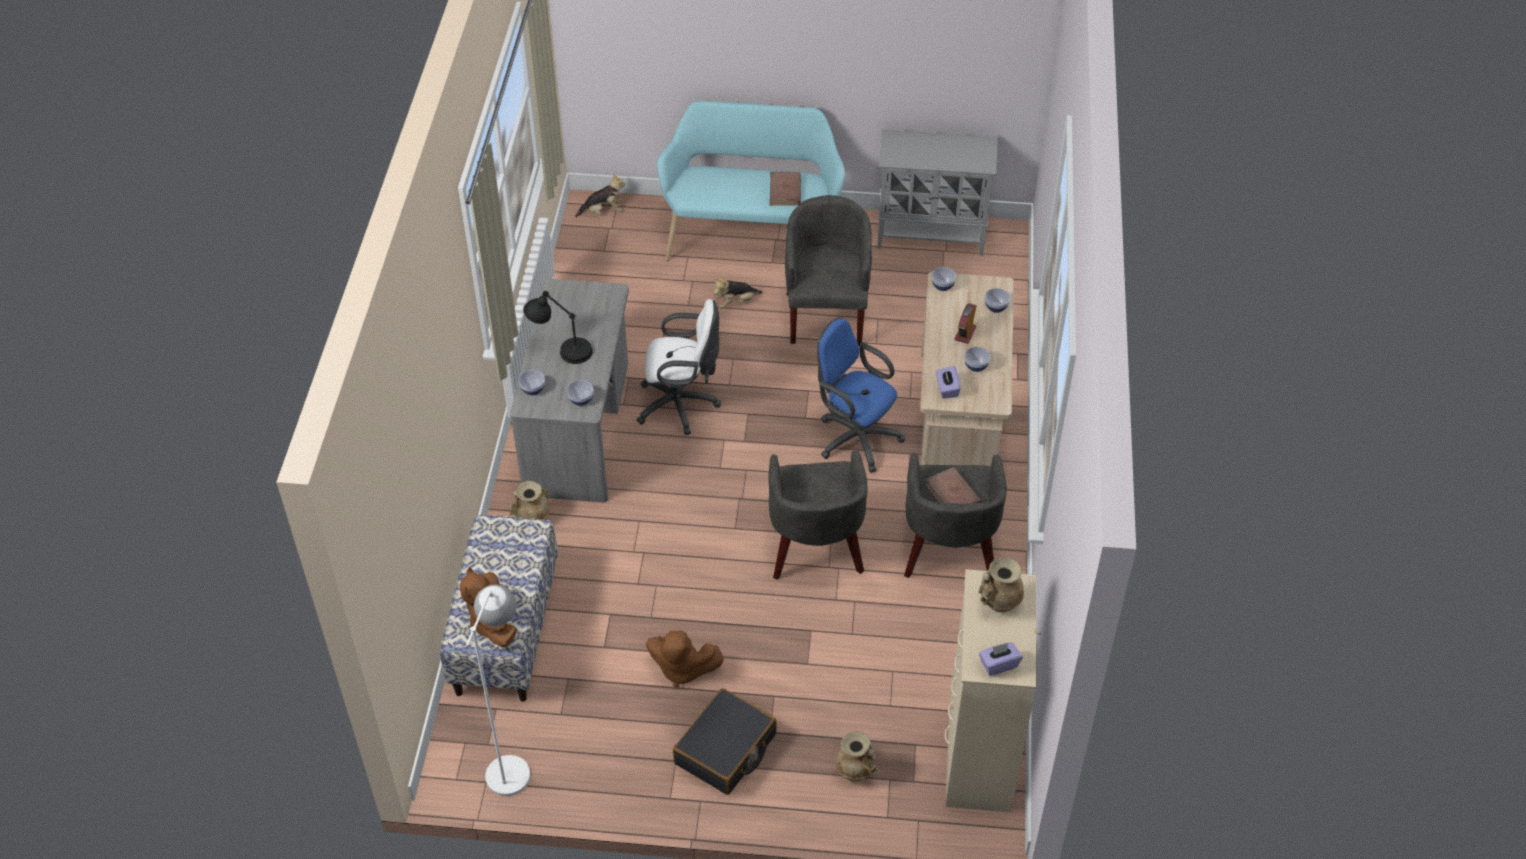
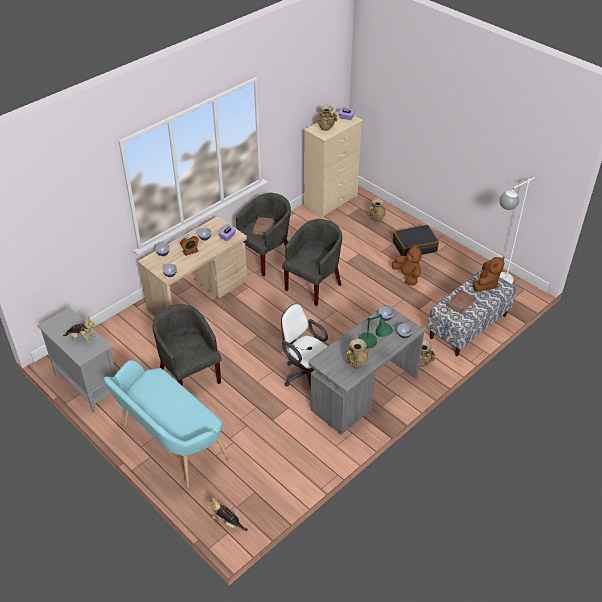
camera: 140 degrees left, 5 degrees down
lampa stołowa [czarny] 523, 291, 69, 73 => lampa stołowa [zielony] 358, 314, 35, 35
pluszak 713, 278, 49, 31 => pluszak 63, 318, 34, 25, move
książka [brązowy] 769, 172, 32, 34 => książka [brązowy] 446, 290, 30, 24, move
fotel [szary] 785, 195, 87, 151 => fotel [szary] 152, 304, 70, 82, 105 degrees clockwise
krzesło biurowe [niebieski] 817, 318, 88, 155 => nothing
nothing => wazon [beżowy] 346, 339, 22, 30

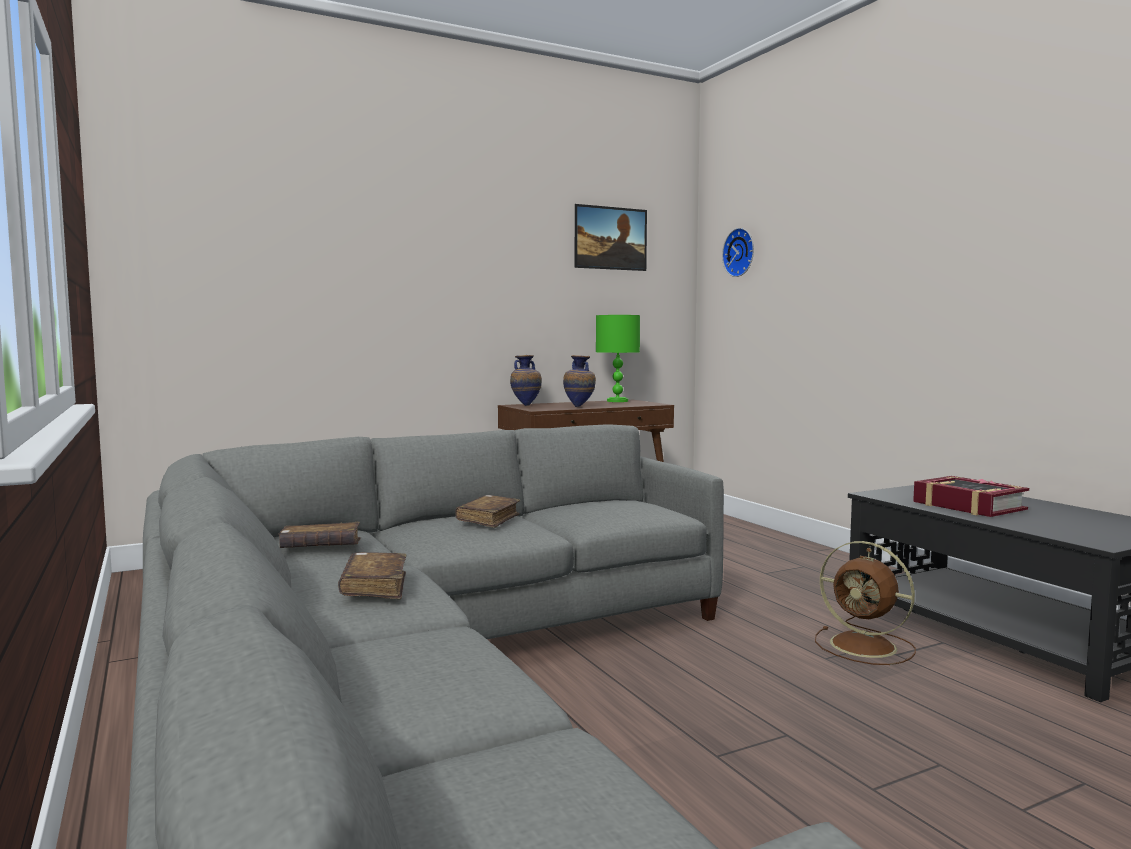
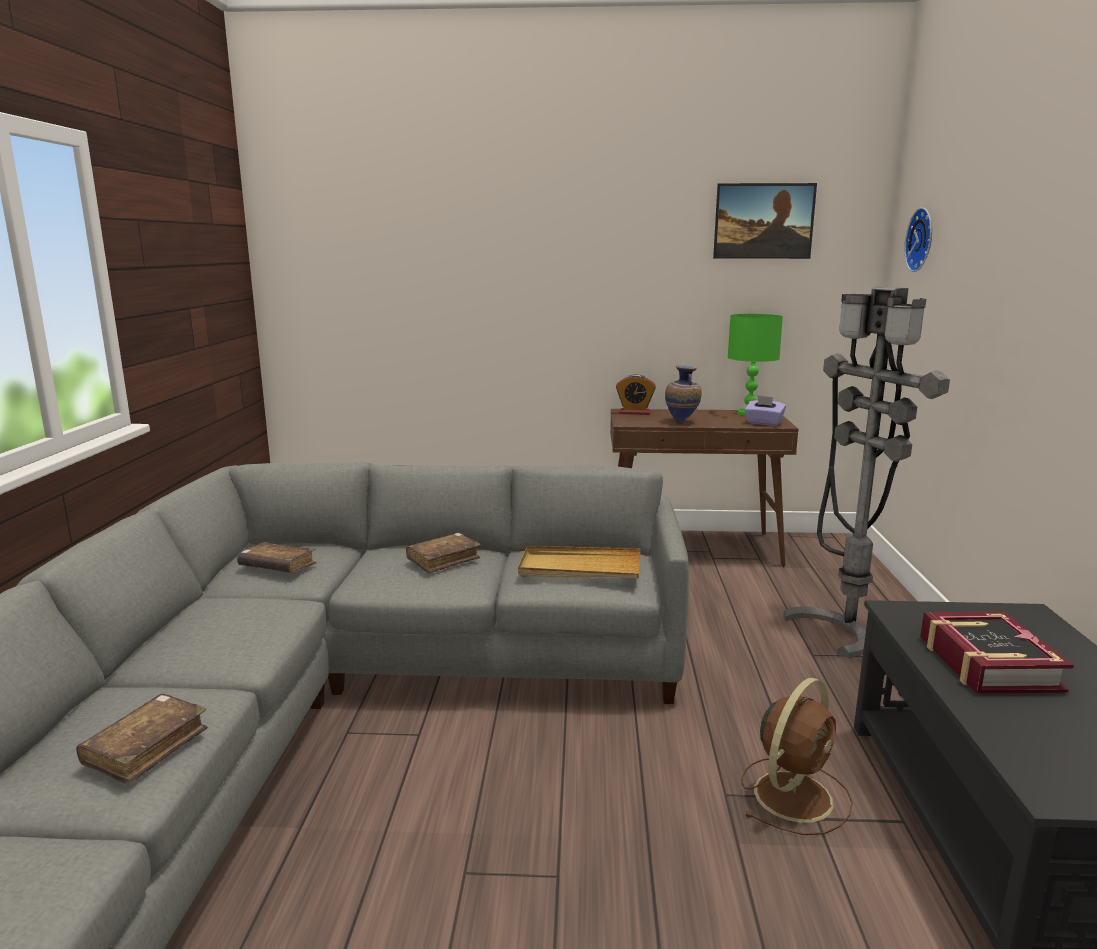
camera: 30 degrees right, 10 degrees up
książka [brązowy] 338, 552, 68, 47 => książka [brązowy] 76, 694, 132, 91, move
wazon 510, 355, 32, 51 => budzik 616, 374, 40, 41
wentylator [brązowy] 815, 541, 101, 124 => wentylator [brązowy] 741, 678, 112, 157, 120 degrees counterclockwise
nothing => taca [beżowy] 518, 546, 122, 32
nothing => pudełko chusteczek [fioletowy] 745, 395, 41, 31
nothing => lampa stojąca [szary] 783, 287, 167, 371

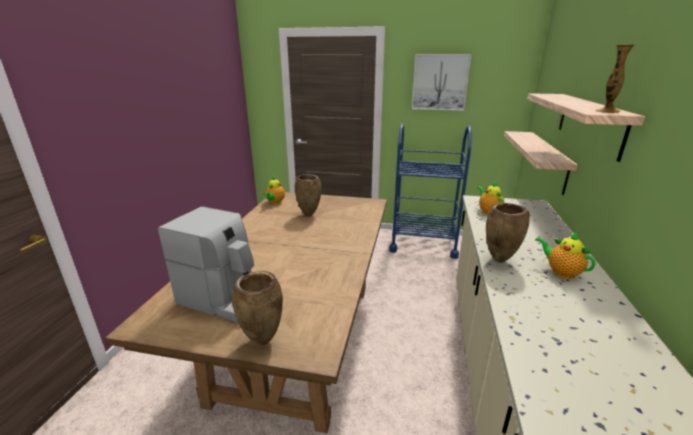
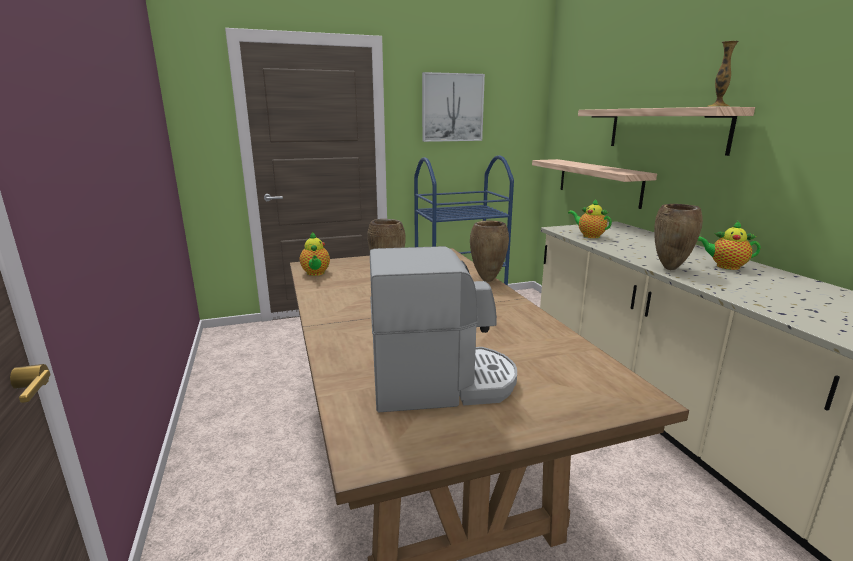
camera: 30 degrees left, 5 degrees down
wazon [brązowy] 232, 271, 51, 74 => wazon [brązowy] 470, 221, 39, 61, move

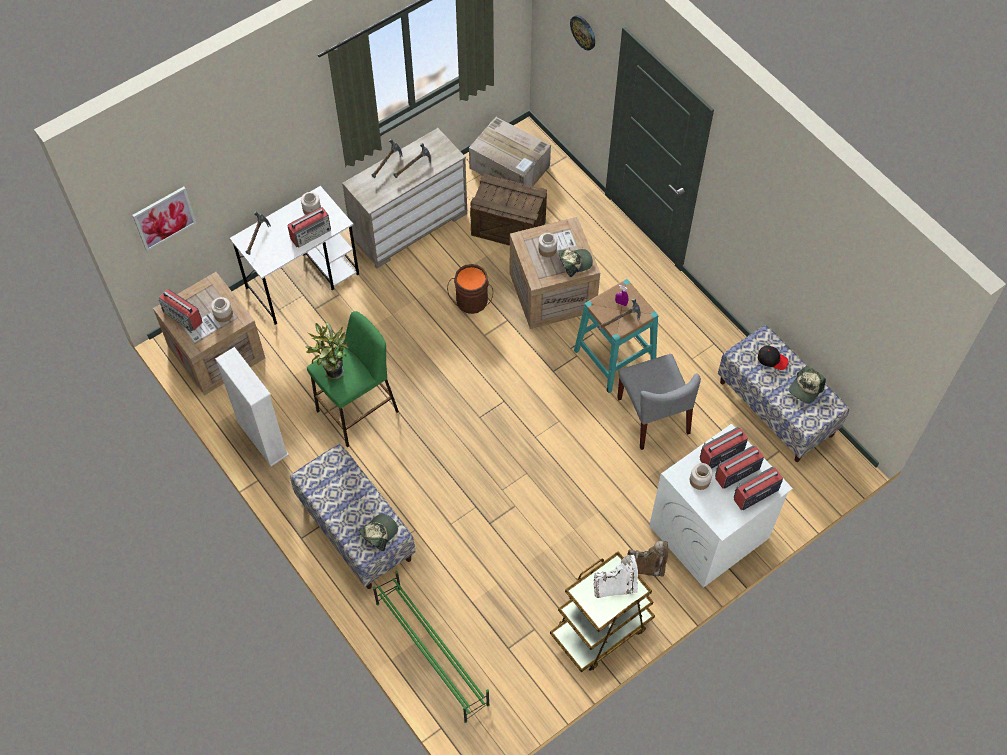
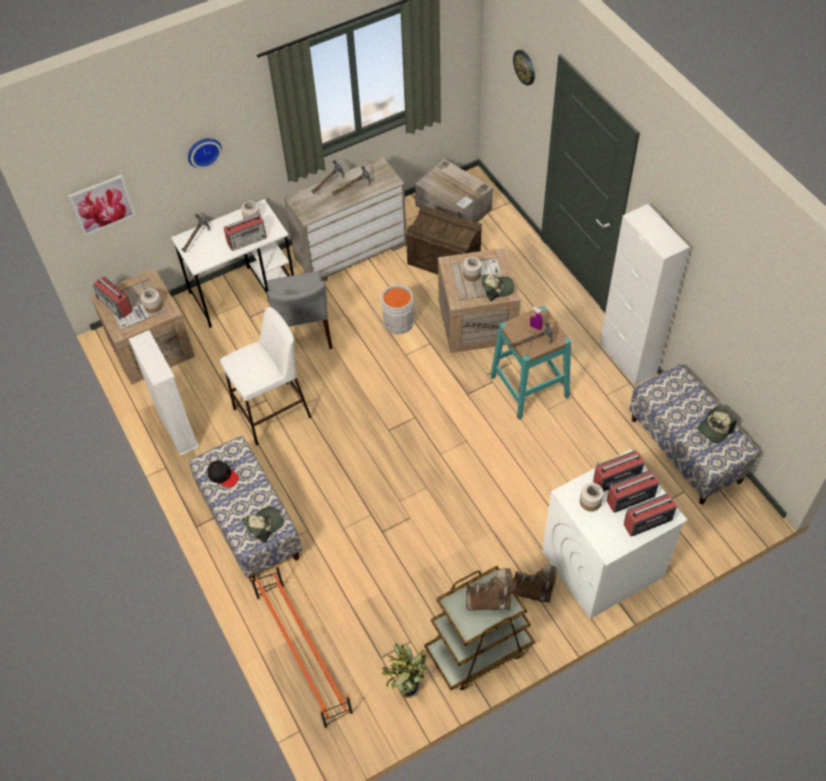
camera: 10 degrees right, 5 degrees down
roślina doniczkowa 305, 323, 44, 57 => roślina doniczkowa 381, 643, 46, 55, move
stołek [zielony] 307, 311, 92, 137 => stołek [biały] 220, 307, 92, 139
regał na buty [zielony] 373, 571, 117, 152 => regał na buty [pomarańczowy] 251, 565, 102, 163
wiadro [brązowy] 447, 264, 46, 50 => wiadro [szary] 374, 285, 44, 49
but z cholewką [biały] 594, 555, 44, 43 => but z cholewką [brązowy] 466, 568, 47, 43
krzesło [szary] 617, 354, 84, 96 => krzesło [szary] 267, 271, 66, 78, move
czapka z daszkiem [czarny] 758, 345, 31, 25 => czapka z daszkiem [czarny] 207, 461, 32, 27, move
nothing => zegar ścienny 188, 138, 34, 31
nothing => szafka [biały] 600, 204, 90, 182

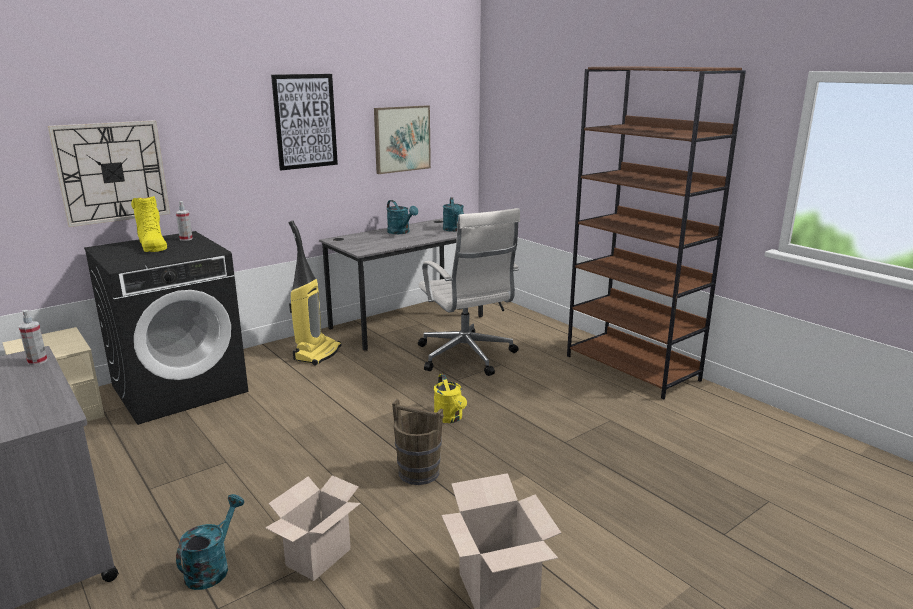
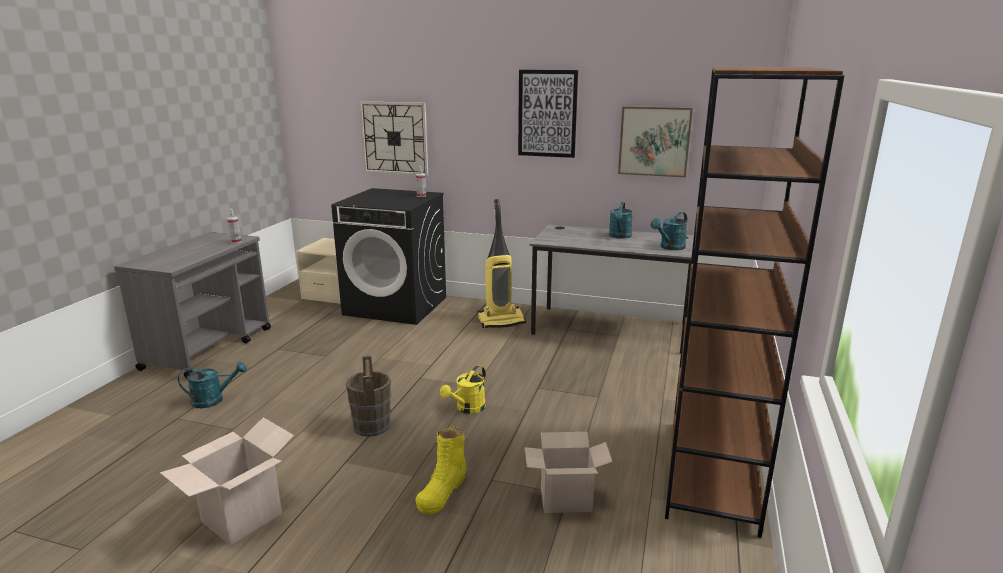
camera: 55 degrees right, 0 degrees up
but z cholewką [żółty] 131, 196, 36, 56 => but z cholewką [żółty] 415, 426, 52, 88, move
karton 265, 475, 96, 106 => karton 525, 432, 87, 81, move
krzesło biurowe [biały] 418, 208, 102, 168 => nothing

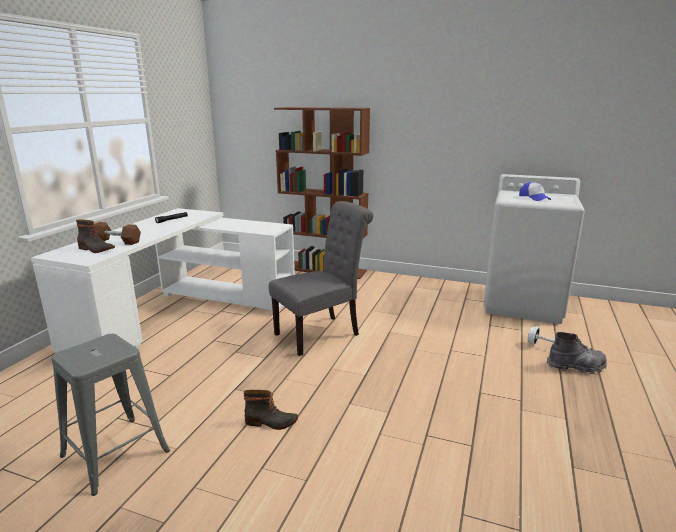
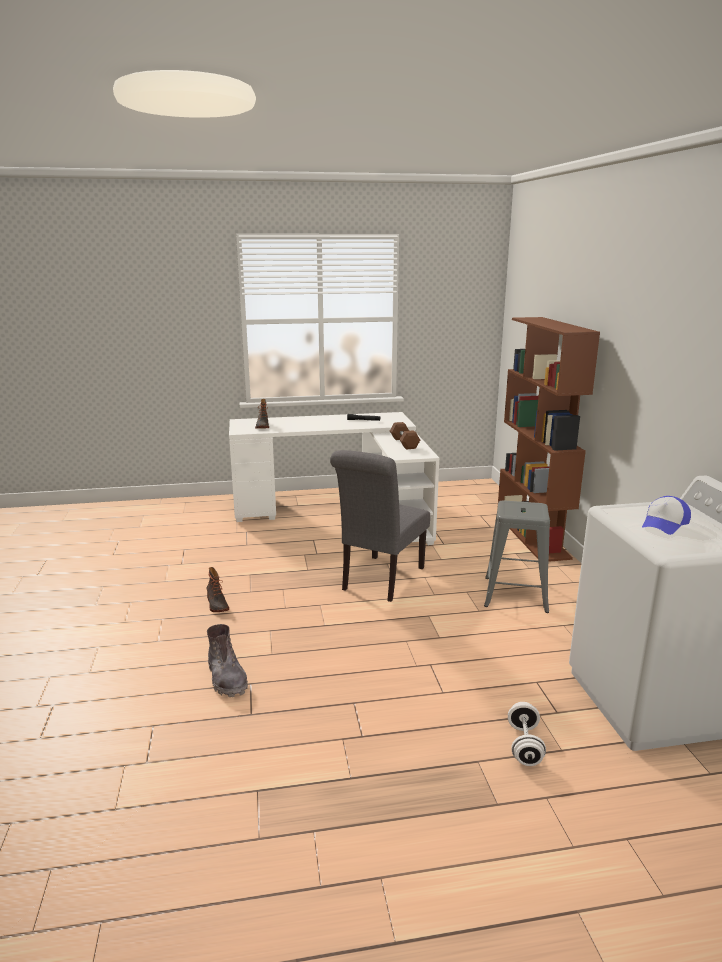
camera: 60 degrees right, 0 degrees up
stołek [szary] 51, 334, 119, 162 => stołek [szary] 484, 500, 66, 113, move
hantel [brązowy] 94, 222, 47, 23 => hantel [brązowy] 390, 422, 30, 28, move
krzesło [szary] 269, 201, 104, 155 => krzesło [szary] 330, 450, 100, 152, 90 degrees clockwise
but z cholewką [szary] 547, 332, 60, 42 => but z cholewką [szary] 207, 624, 41, 73, move

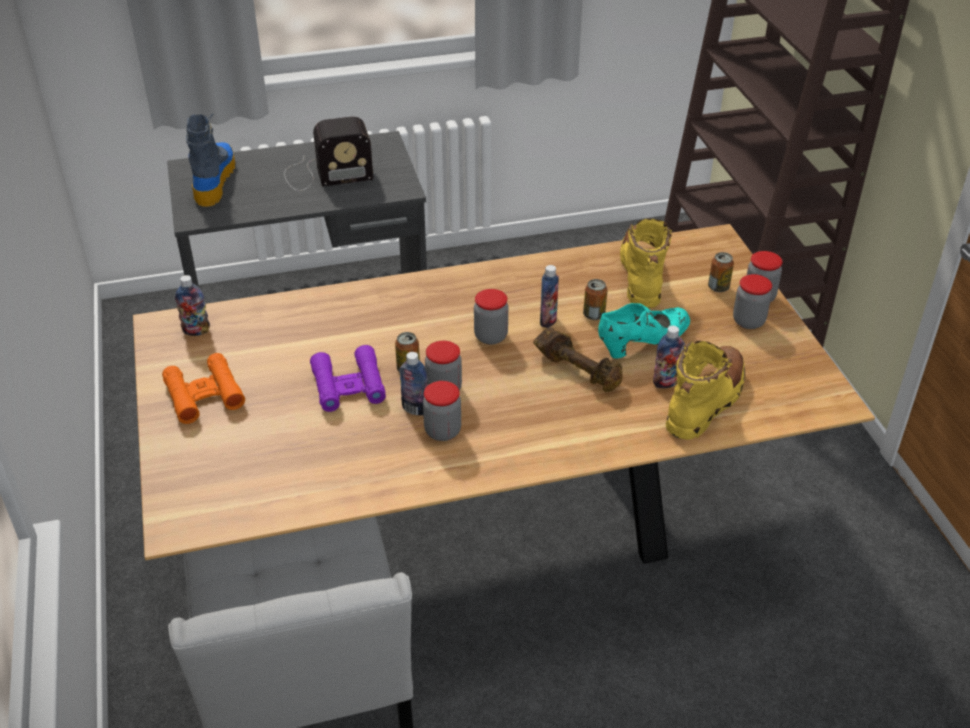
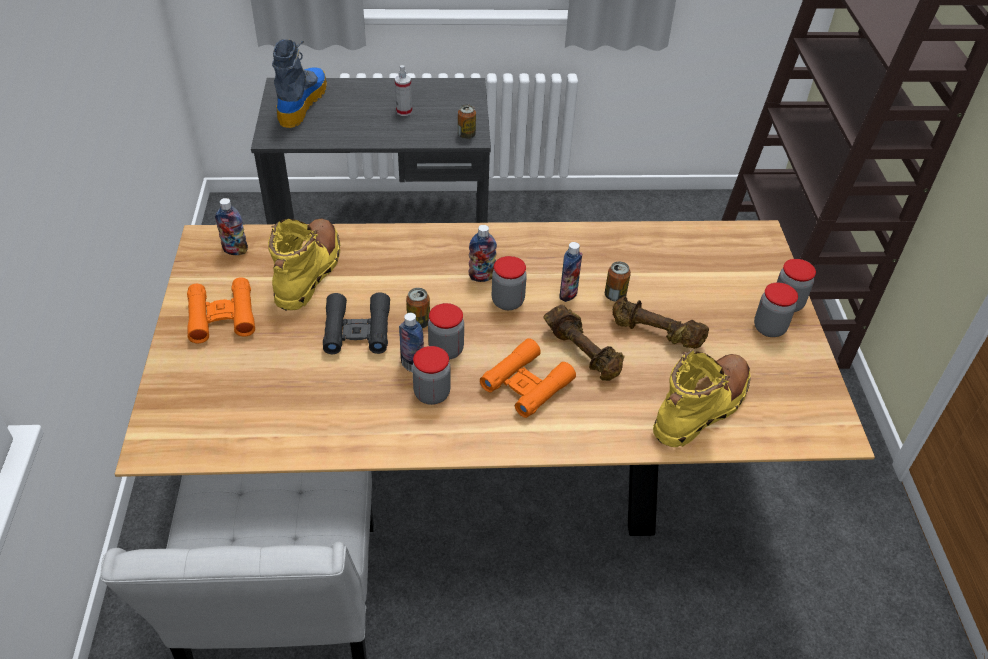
camera: 10 degrees right, 5 degrees up
radio 284, 116, 89, 75 => spryskiwacz 395, 65, 17, 51
lornetka [fioletowy] 310, 345, 76, 67 => lornetka [czarny] 323, 292, 67, 62
but [turkusowy] 598, 303, 92, 56 => hantel [brązowy] 612, 296, 97, 53
but z cholewką [żółty] 620, 219, 52, 89 => but z cholewką [żółty] 268, 218, 73, 92, move
butelka 653, 326, 32, 62 => butelka 468, 225, 29, 57, move
puszka 708, 252, 26, 40 => puszka 458, 104, 18, 35, move
nothing => lornetka [pomarańczowy] 480, 338, 96, 80

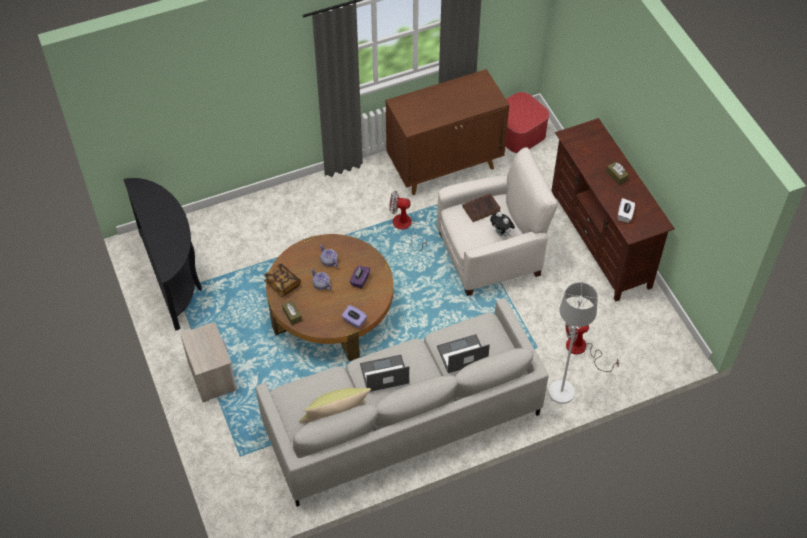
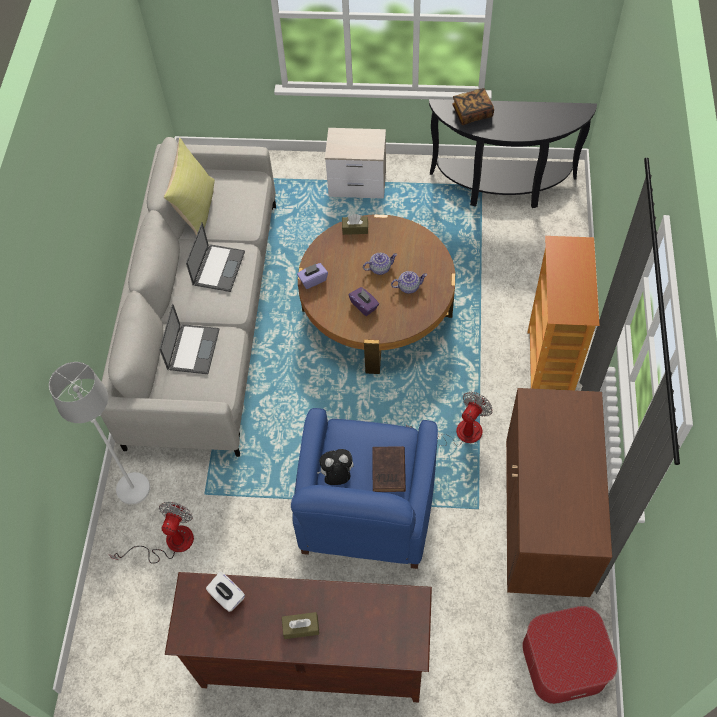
camera: 120 degrees right, 5 degrees up
książka 264, 264, 37, 33 => książka 452, 88, 42, 37, move
fotel [biały] 437, 147, 121, 149 => fotel [niebieski] 291, 408, 147, 161
nothing => regał 528, 236, 72, 154

